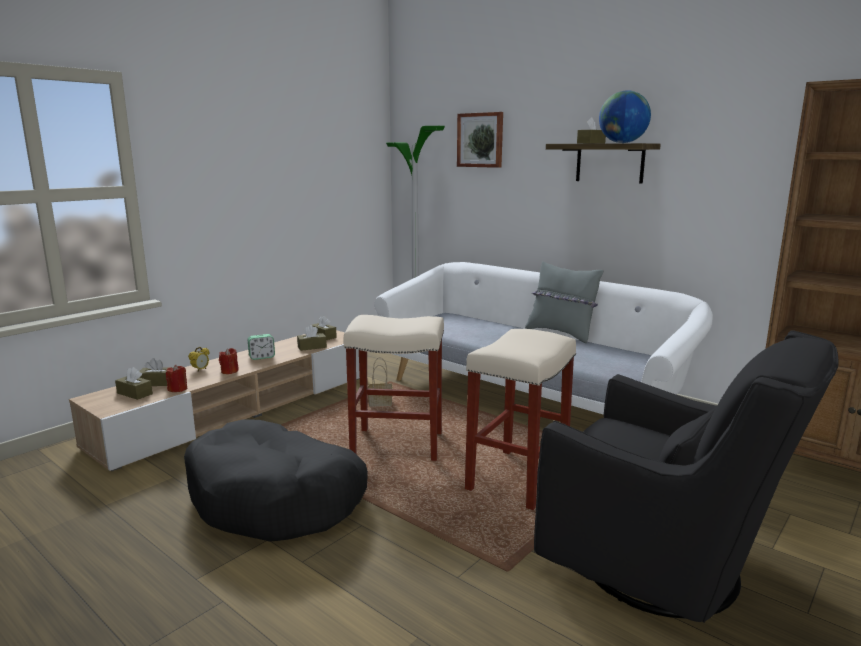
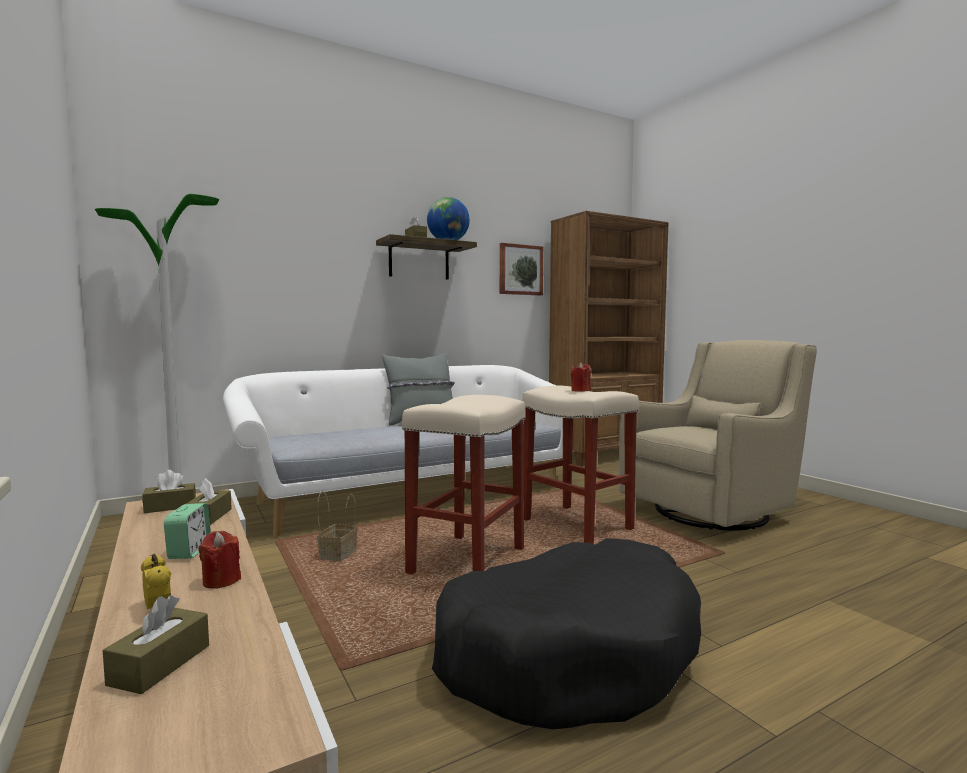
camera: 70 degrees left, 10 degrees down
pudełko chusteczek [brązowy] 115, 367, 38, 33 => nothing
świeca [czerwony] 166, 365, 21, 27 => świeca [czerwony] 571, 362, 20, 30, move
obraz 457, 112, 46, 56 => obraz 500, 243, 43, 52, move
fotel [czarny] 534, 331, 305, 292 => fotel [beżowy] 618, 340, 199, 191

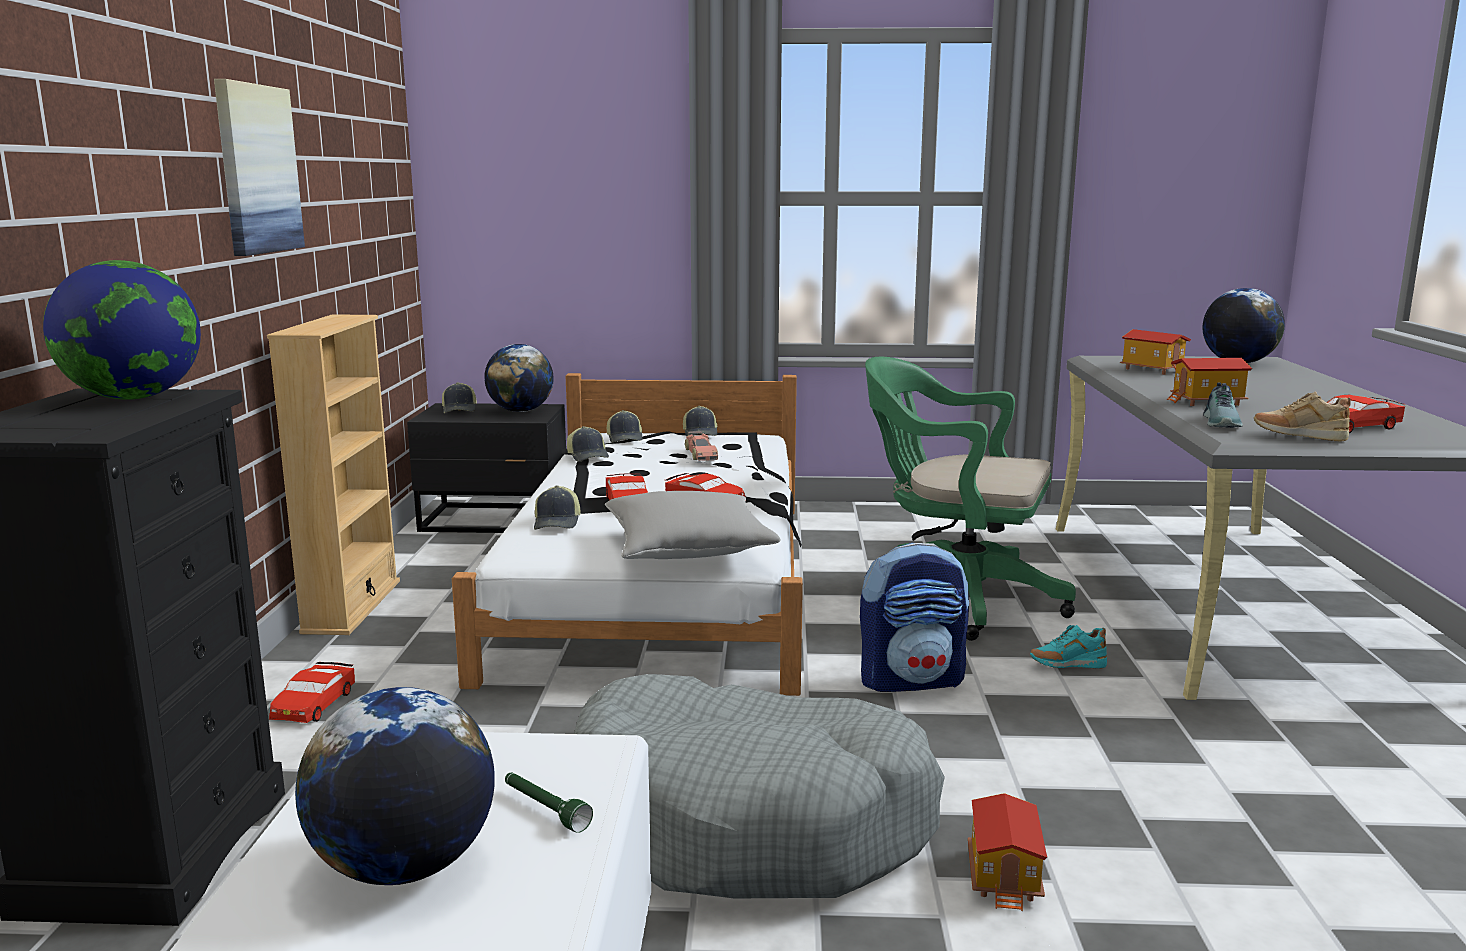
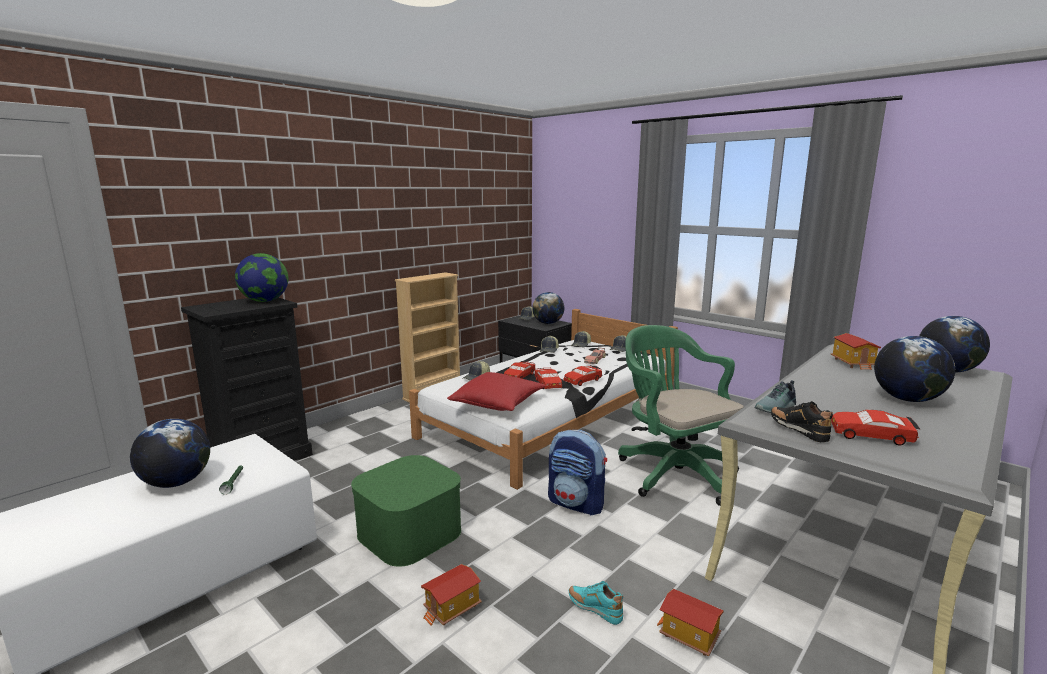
camera: 40 degrees right, 0 degrees up
obraz 214, 79, 91, 177 => nothing
samochodzik [czerwony] 269, 662, 86, 61 => samochodzik [czerwony] 563, 365, 39, 21, move
legowisko [szary] 574, 674, 371, 224 => pojemnik do przechowywania [zielony] 351, 455, 110, 112
poduszka [szary] 605, 491, 176, 68 => poduszka [czerwony] 447, 372, 99, 39
but [turkusowy] 1030, 625, 77, 44 => but [turkusowy] 569, 581, 54, 44, move
domek 1167, 358, 85, 48 => domek 657, 589, 67, 67, move
but [beżowy] 1254, 392, 96, 50 => but [czarny] 771, 401, 62, 41
nothing => globus 874, 336, 81, 66

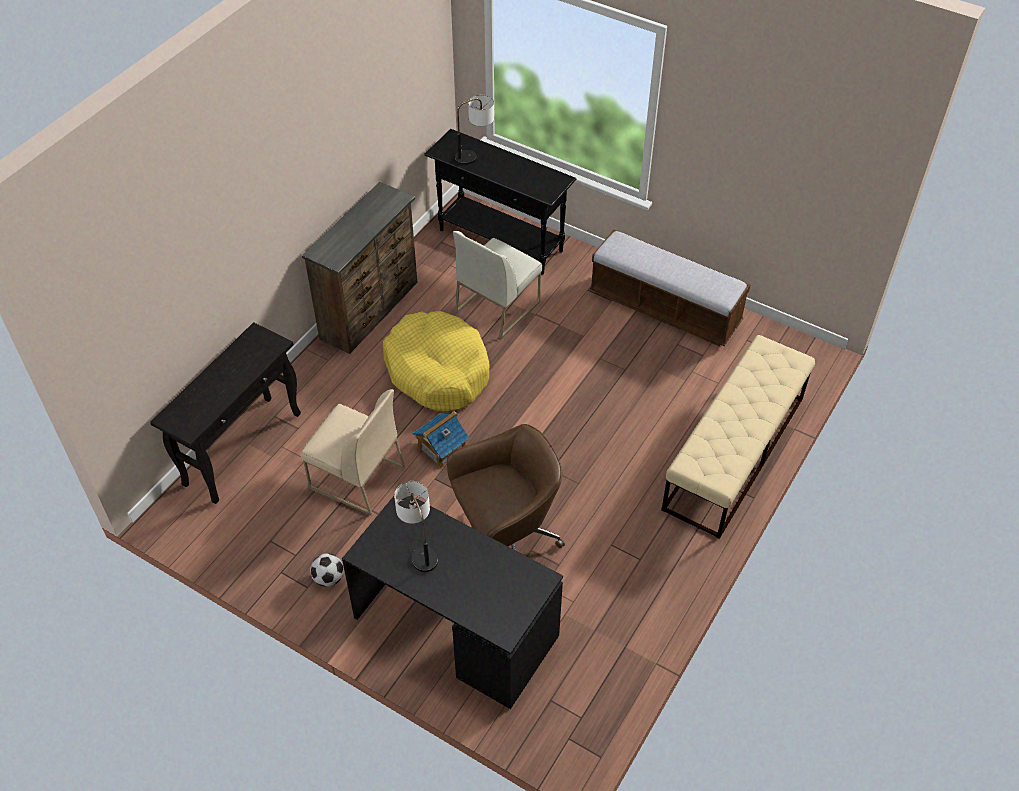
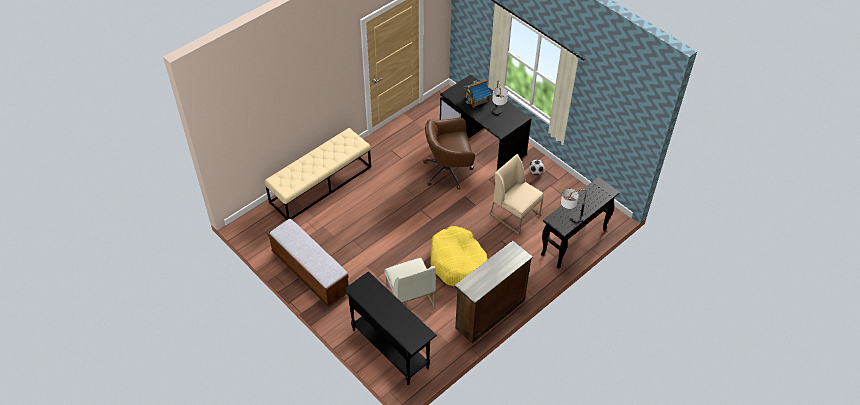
camera: 165 degrees left, 0 degrees up
domek 413, 411, 56, 57 => domek 463, 80, 28, 28, move
krzesło [biały] 453, 231, 89, 108 => krzesło [biały] 384, 258, 52, 51, 105 degrees clockwise
lampa stołowa 455, 95, 39, 70 => lampa stołowa 561, 188, 26, 35, move

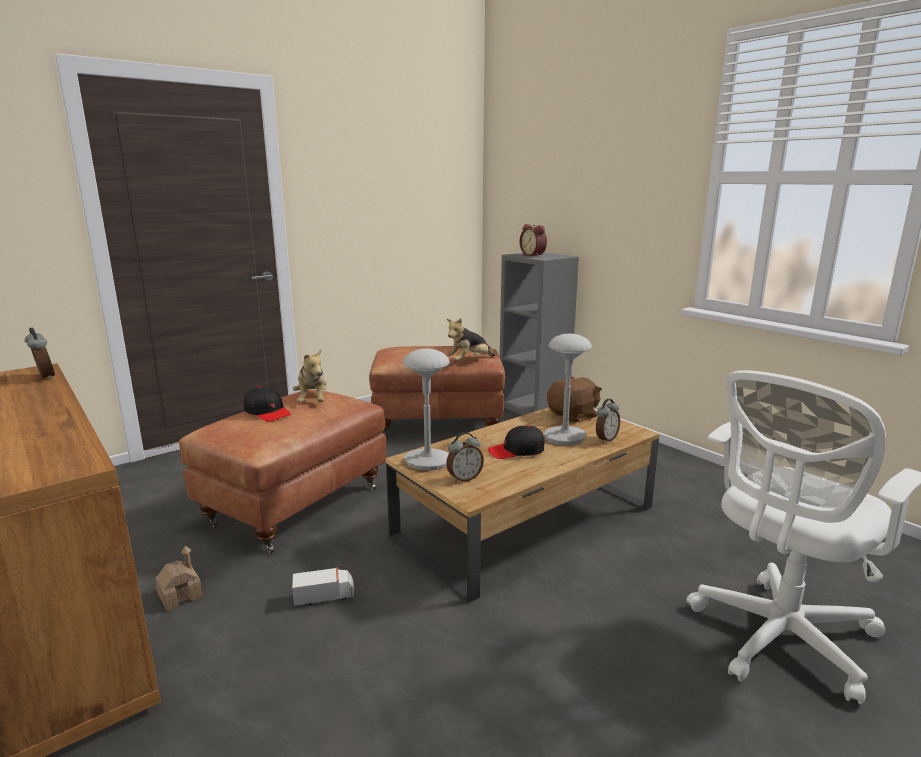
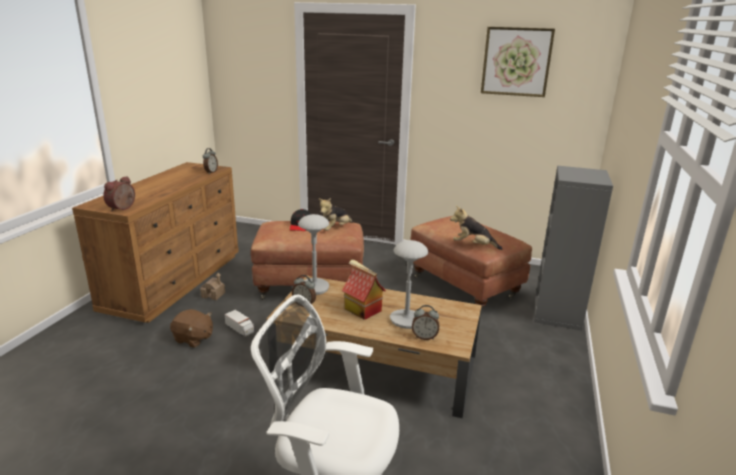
camera: 55 degrees right, 5 degrees up
czapka z daszkiem [czarny] 488, 425, 57, 34 => domek 342, 260, 44, 60
budzik 520, 224, 27, 33 => budzik 103, 176, 32, 36, move
pluszak [brązowy] 547, 377, 55, 46 => pluszak [brązowy] 170, 309, 43, 39, move
nothing => obraz 481, 27, 74, 70

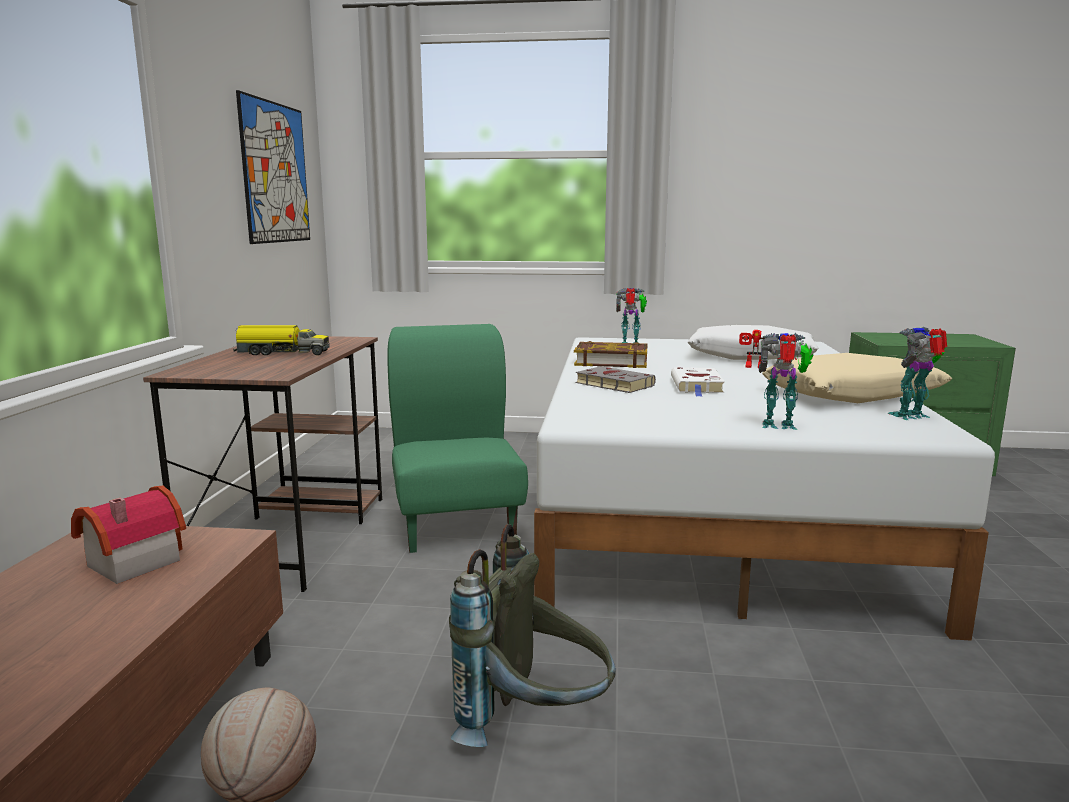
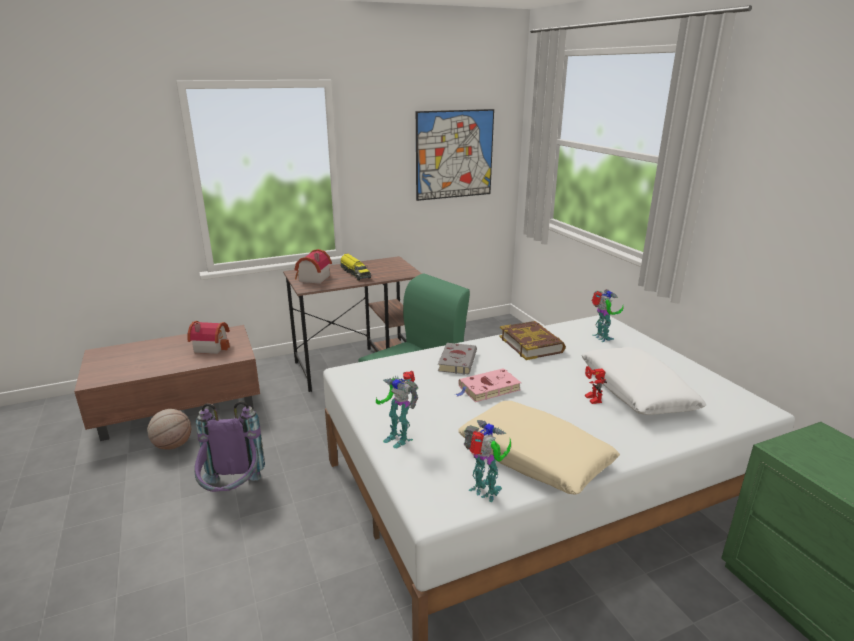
camera: 60 degrees right, 10 degrees up
plecak [szary] 449, 524, 167, 223 => plecak [fioletowy] 194, 401, 71, 91
książka [biały] 671, 367, 54, 30 => książka [różowy] 455, 368, 66, 34
robot zabawkowy 759, 332, 54, 98 => robot zabawkowy 376, 371, 42, 77, 150 degrees clockwise
nothing => domek 295, 249, 37, 35

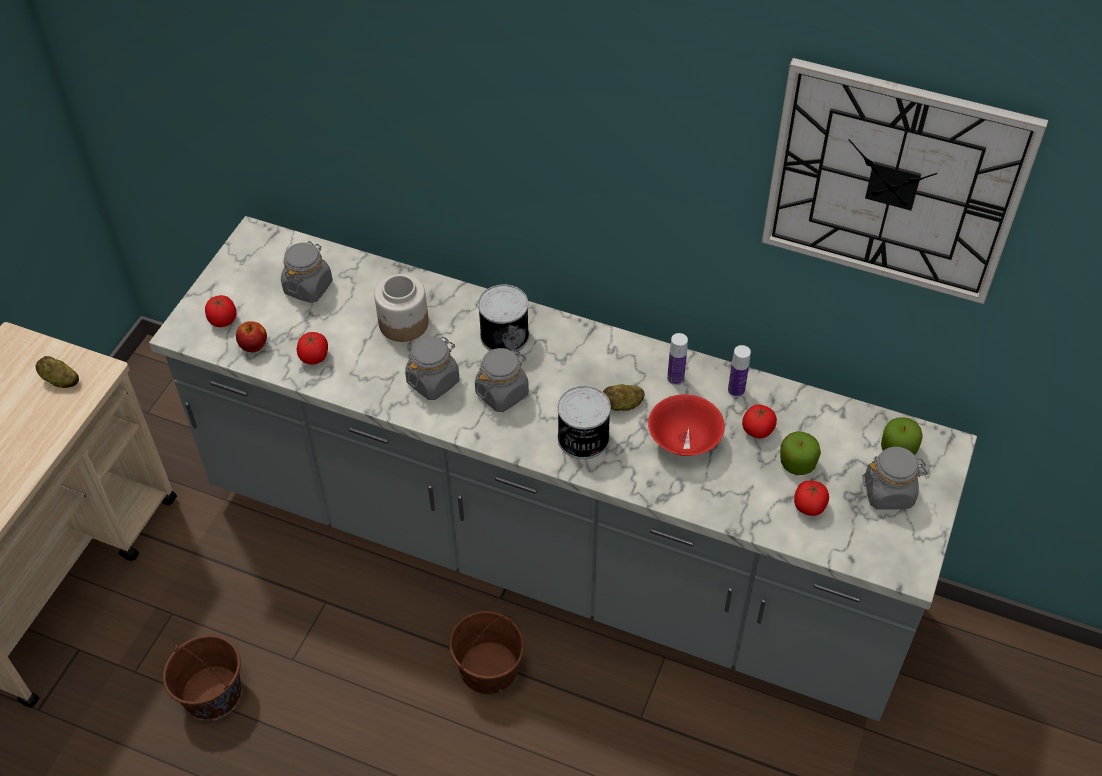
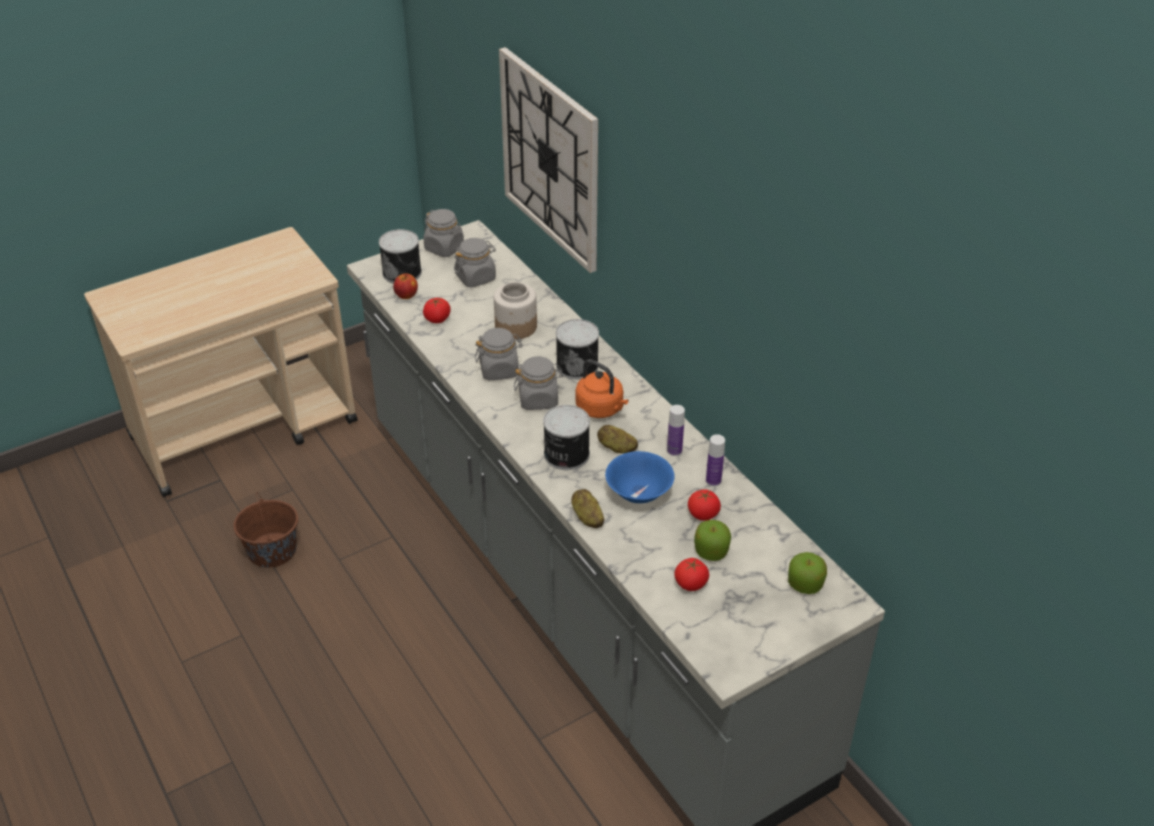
camera: 35 degrees right, 10 degrees down
ziemniak 36, 356, 43, 32 => ziemniak 571, 489, 33, 39, move
pomidor 205, 295, 32, 32 => puszka 379, 229, 43, 55
wiadro [brązowy] 449, 611, 75, 83 => nothing
miska [czerwony] 648, 394, 77, 62 => miska [niebieski] 605, 451, 70, 52
zegar ścienny 762, 58, 286, 246 => zegar ścienny 499, 47, 99, 226, move
słoik [szary] 862, 447, 66, 63 => słoik [szary] 423, 209, 41, 48, move
nothing => czajnik [pomarańczowy] 575, 359, 54, 59

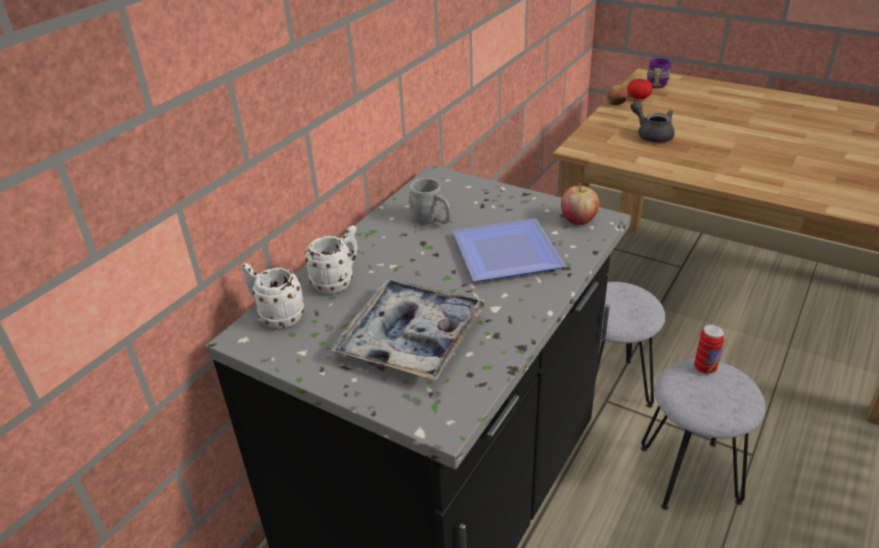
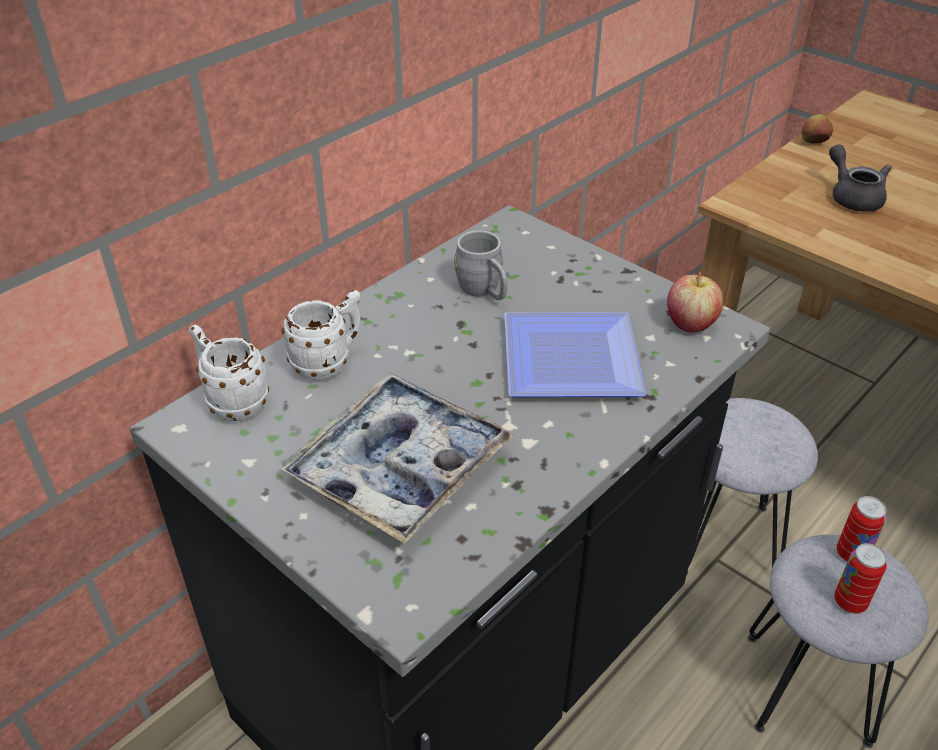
camera: 10 degrees right, 5 degrees up
pomidor 627, 79, 25, 20 => nothing
kubek [fioletowy] 647, 58, 24, 30 => nothing
nothing => puszka 834, 543, 53, 71

